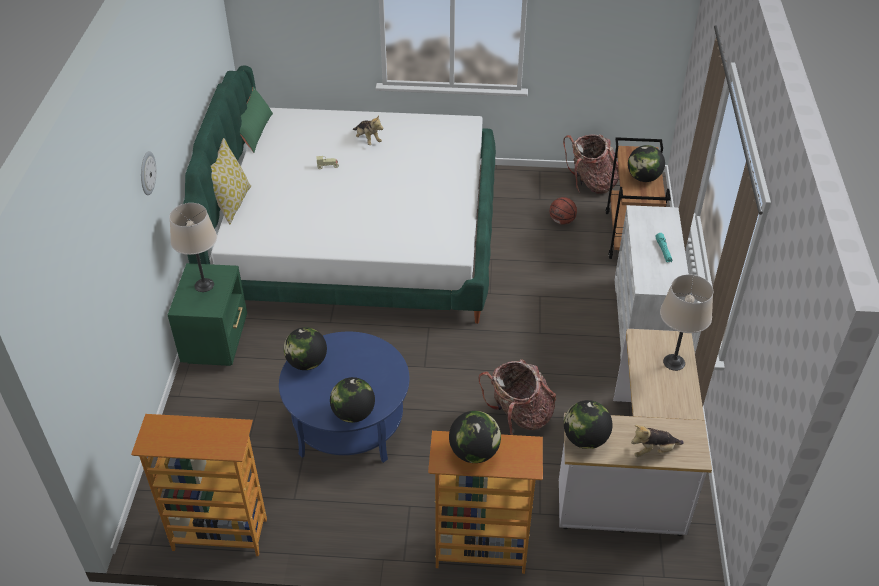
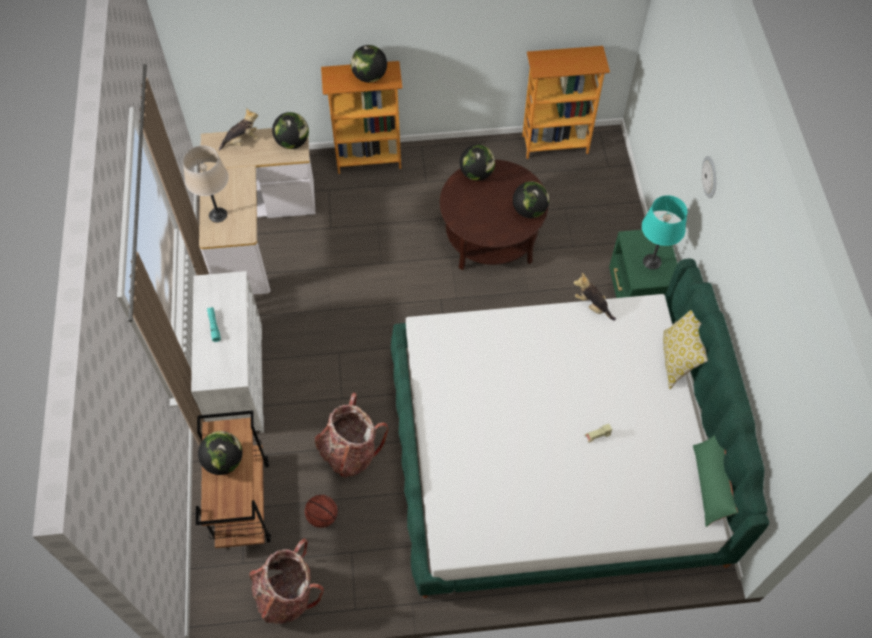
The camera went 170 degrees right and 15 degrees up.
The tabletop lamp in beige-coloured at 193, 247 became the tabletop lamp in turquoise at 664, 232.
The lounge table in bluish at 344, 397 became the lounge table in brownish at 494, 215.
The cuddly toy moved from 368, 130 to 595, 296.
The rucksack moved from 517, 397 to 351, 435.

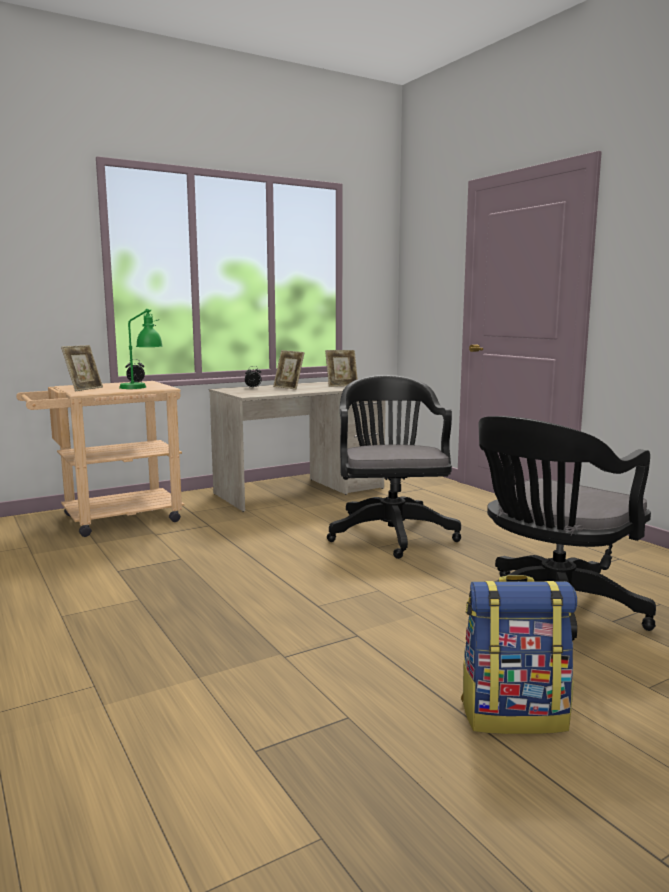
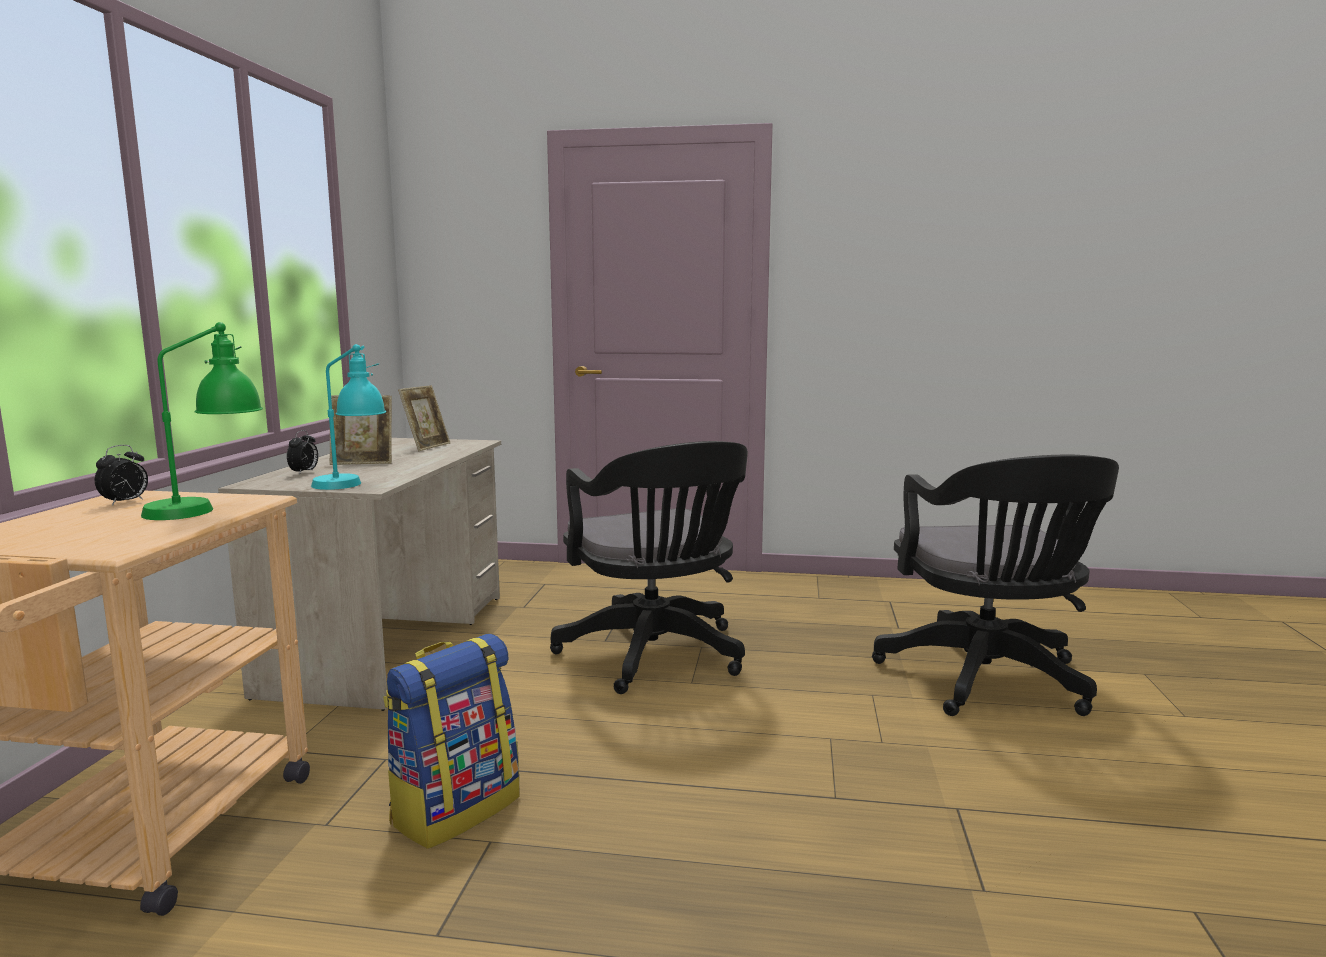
The camera went 50 degrees left and 0 degrees up.
The picture frame at 82, 368 disappeared.
The office chair in black at 394, 467 turned 150 degrees counterclockwise.
The rucksack moved from 519, 654 to 451, 741.
The tabletop lamp in turquoise at 348, 417 appeared.

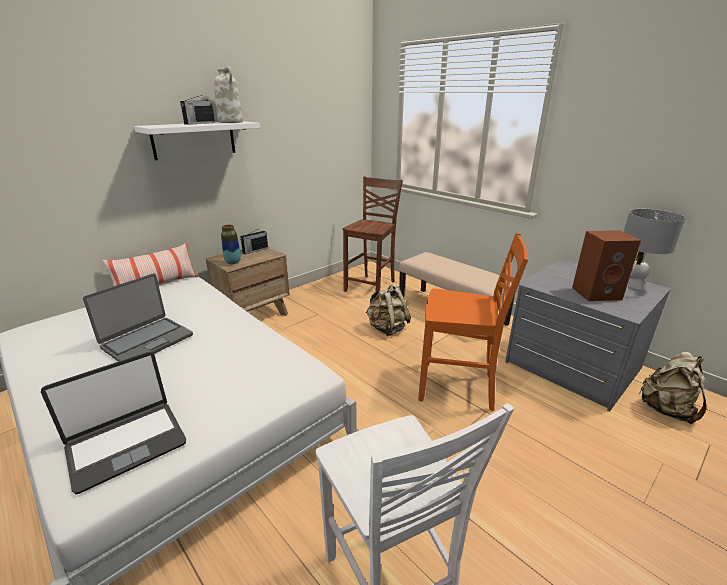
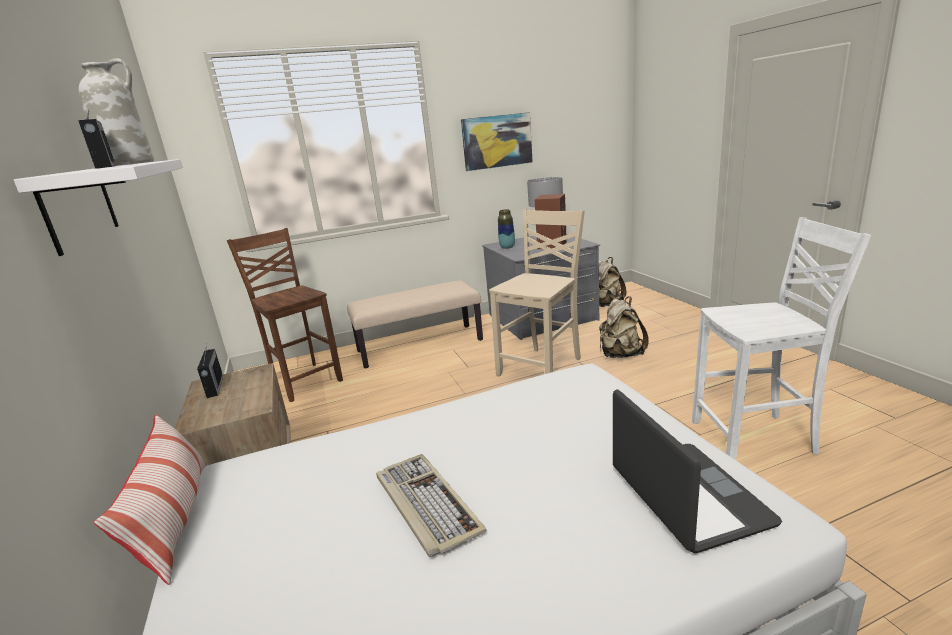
The camera went 65 degrees left and 5 degrees down.
The laptop at 138, 318 was replaced by the computer keyboard at 431, 505.
The decorative vase moved from 231, 244 to 506, 229.
The rucksack in beige-coloured moved from 388, 310 to 624, 327.
The upright chair in orange at 473, 322 became the upright chair in beige-coloured at 537, 292.
The wall picture at 497, 141 appeared.

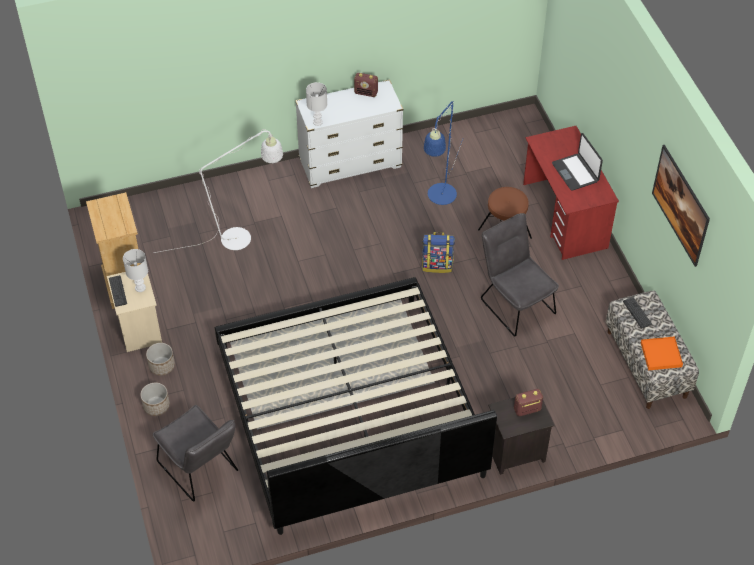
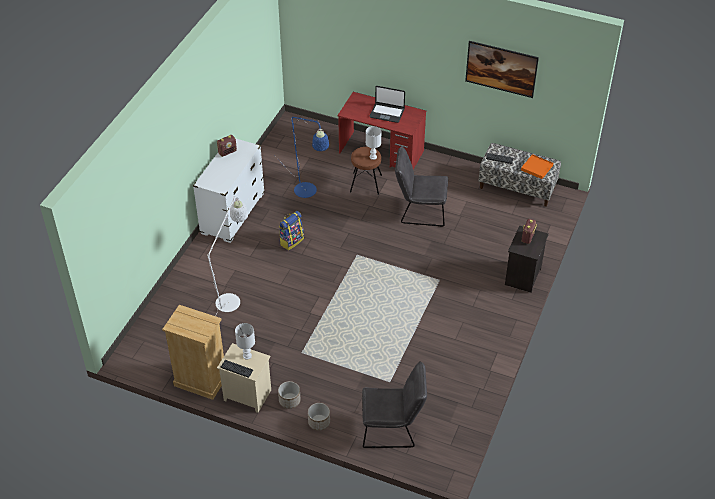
The camera went 50 degrees left and 5 degrees down.
The sleeping bed at 356, 406 disappeared.
The tabletop lamp in whitish moved from 316, 104 to 373, 143.
The rucksack moved from 438, 252 to 291, 230.

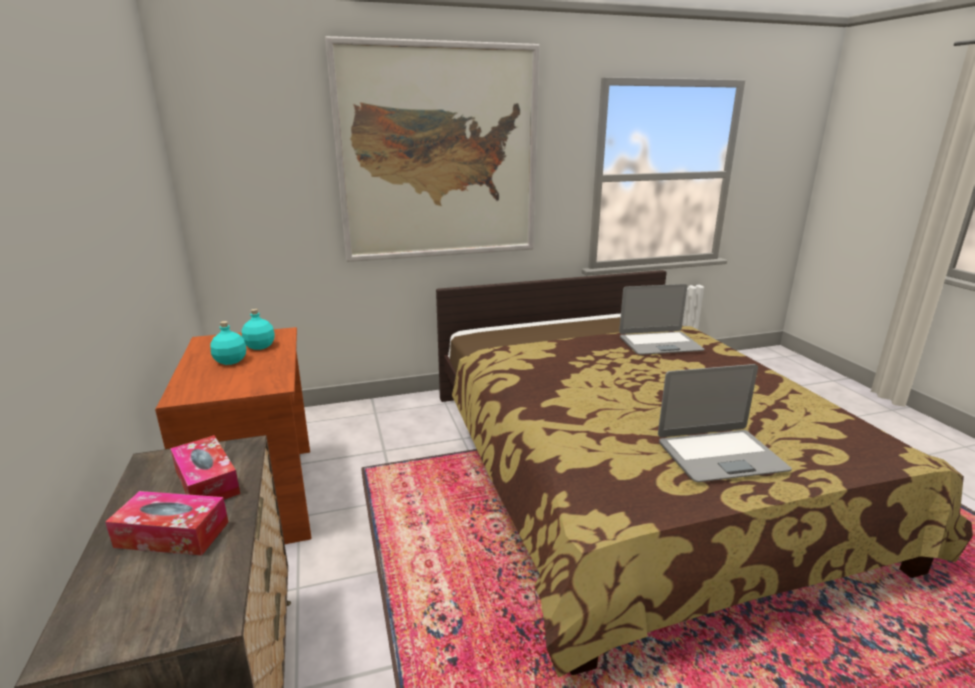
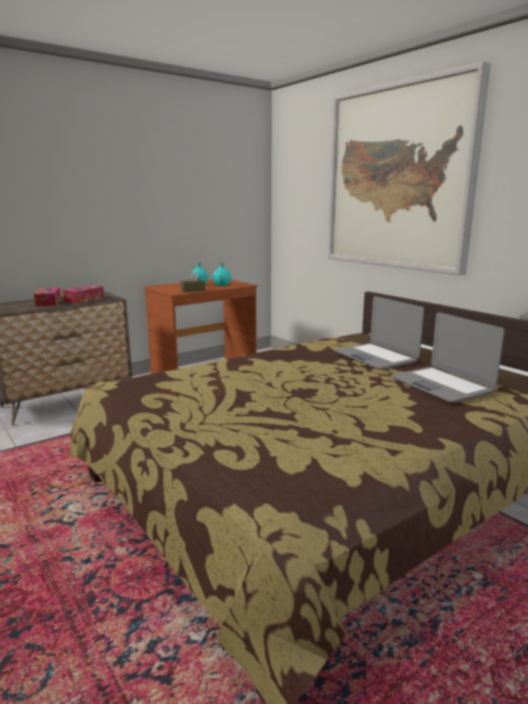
The camera went 70 degrees right and 5 degrees down.
The laptop moved from 725, 423 to 379, 332.
The tissue holder in brownish at 192, 282 appeared.

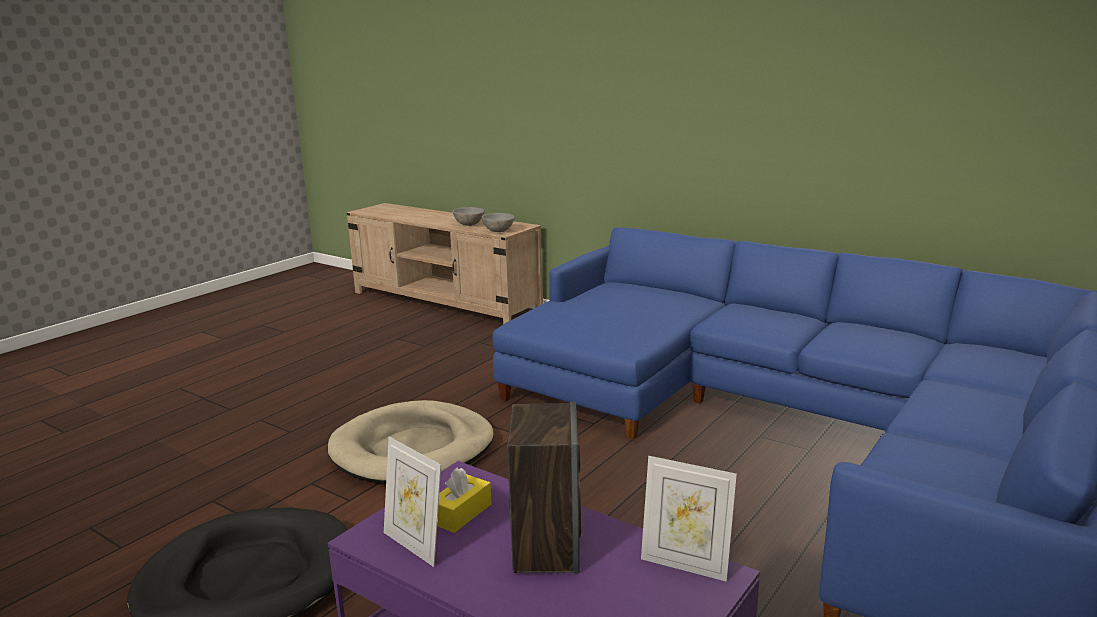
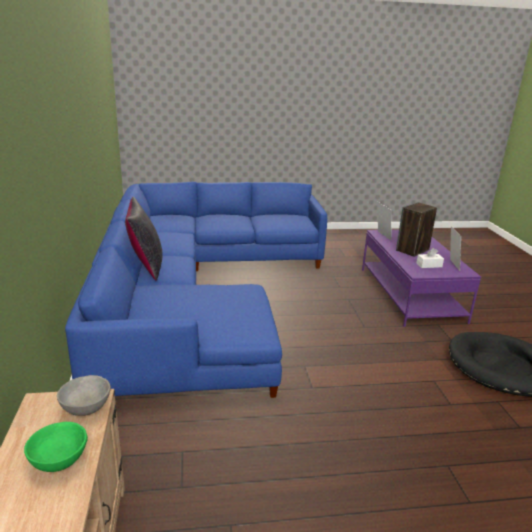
The camera went 135 degrees left and 5 degrees up.
The dog cushion in beige-coloured at 411, 442 disappeared.
The tissue holder in yellowish at 464, 500 became the tissue holder in whitish at 430, 258.
The deep dish in greyish at 468, 216 became the deep dish in greenish at 56, 447.
The cushion in black at 144, 239 appeared.

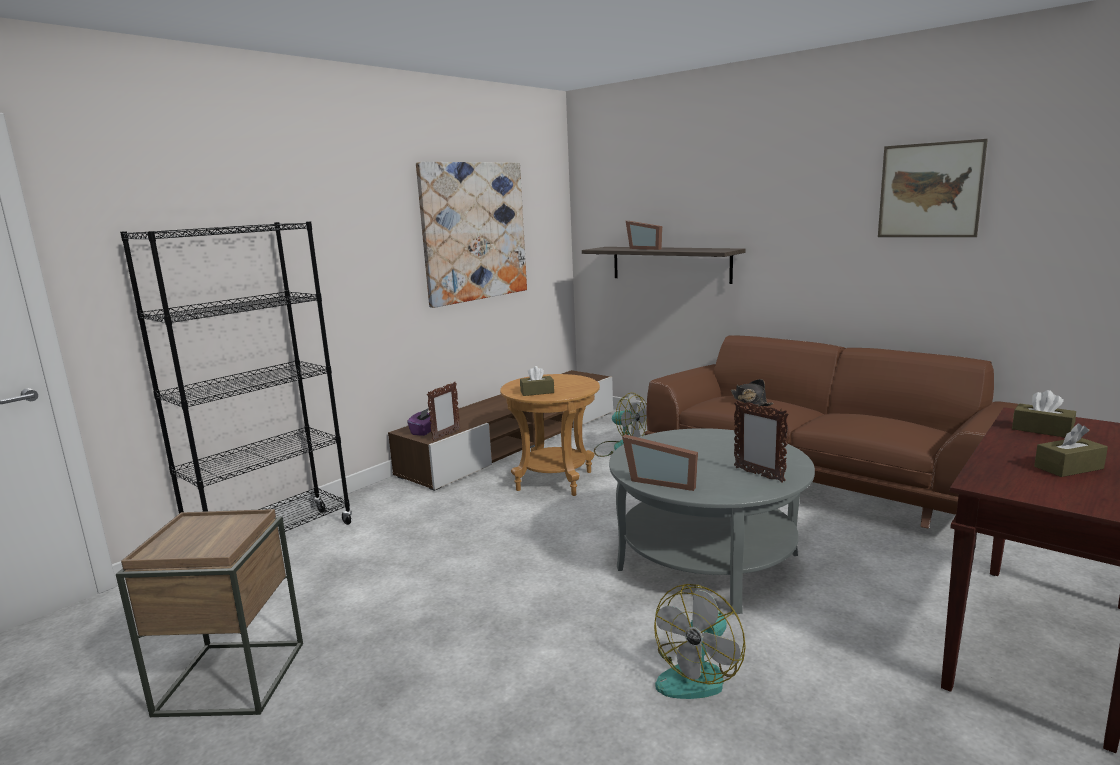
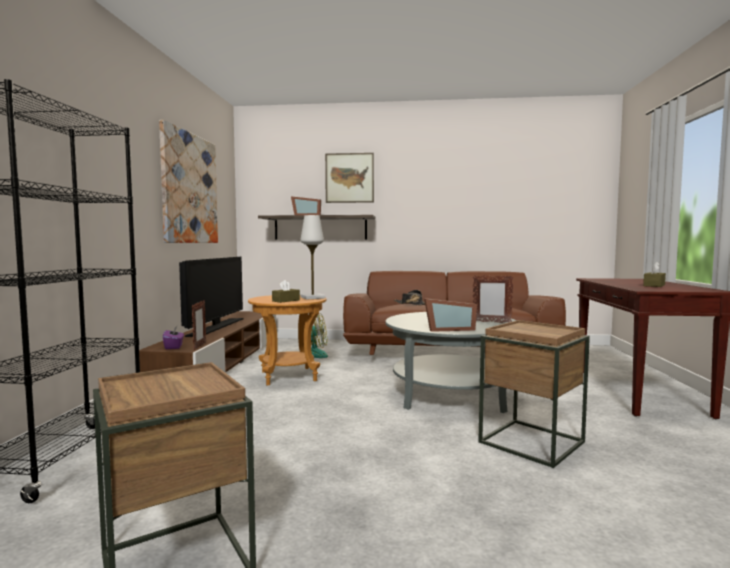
The camera went 35 degrees left and 10 degrees down.
The electric fan at 700, 641 was replaced by the end table in brownish at 534, 394.
The wall picture moved from 933, 188 to 349, 178.
The tissue holder in brownish at 1044, 413 disappeared.
The TV at 211, 297 appeared.
The tabletop lamp in whitish at 312, 257 appeared.

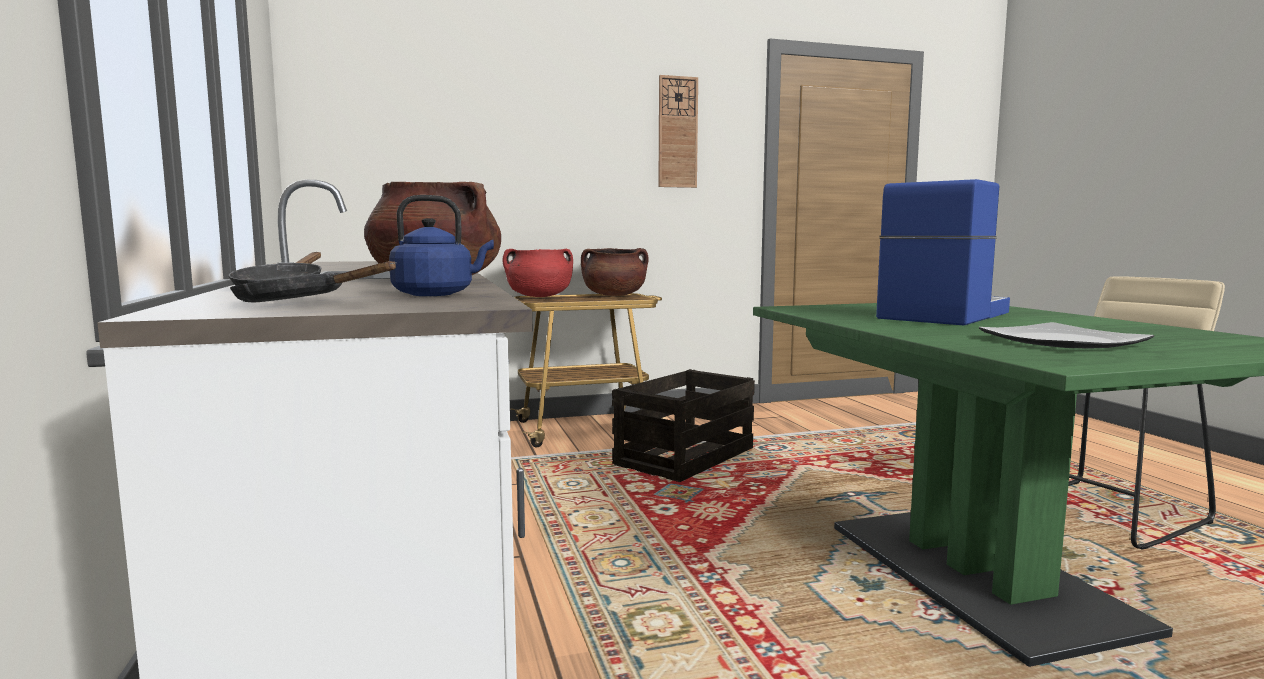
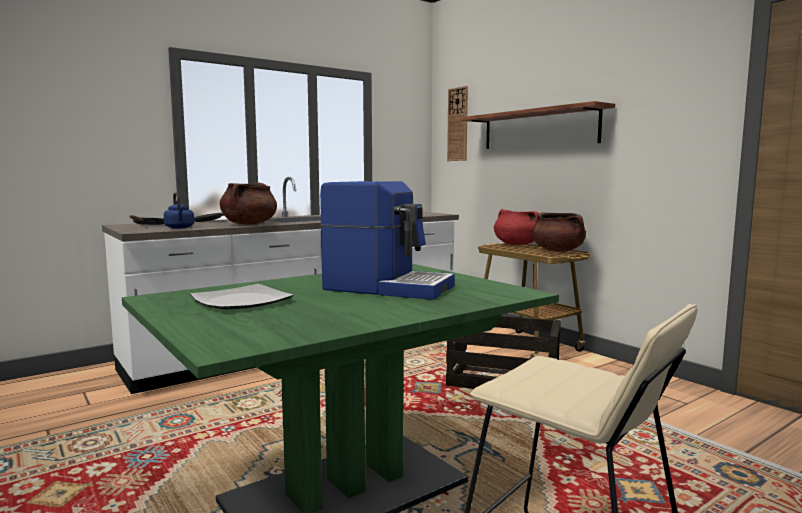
The camera went 70 degrees right and 0 degrees up.
The clock on the wall moved from 678, 131 to 457, 123.
The wall shelf at 537, 125 appeared.

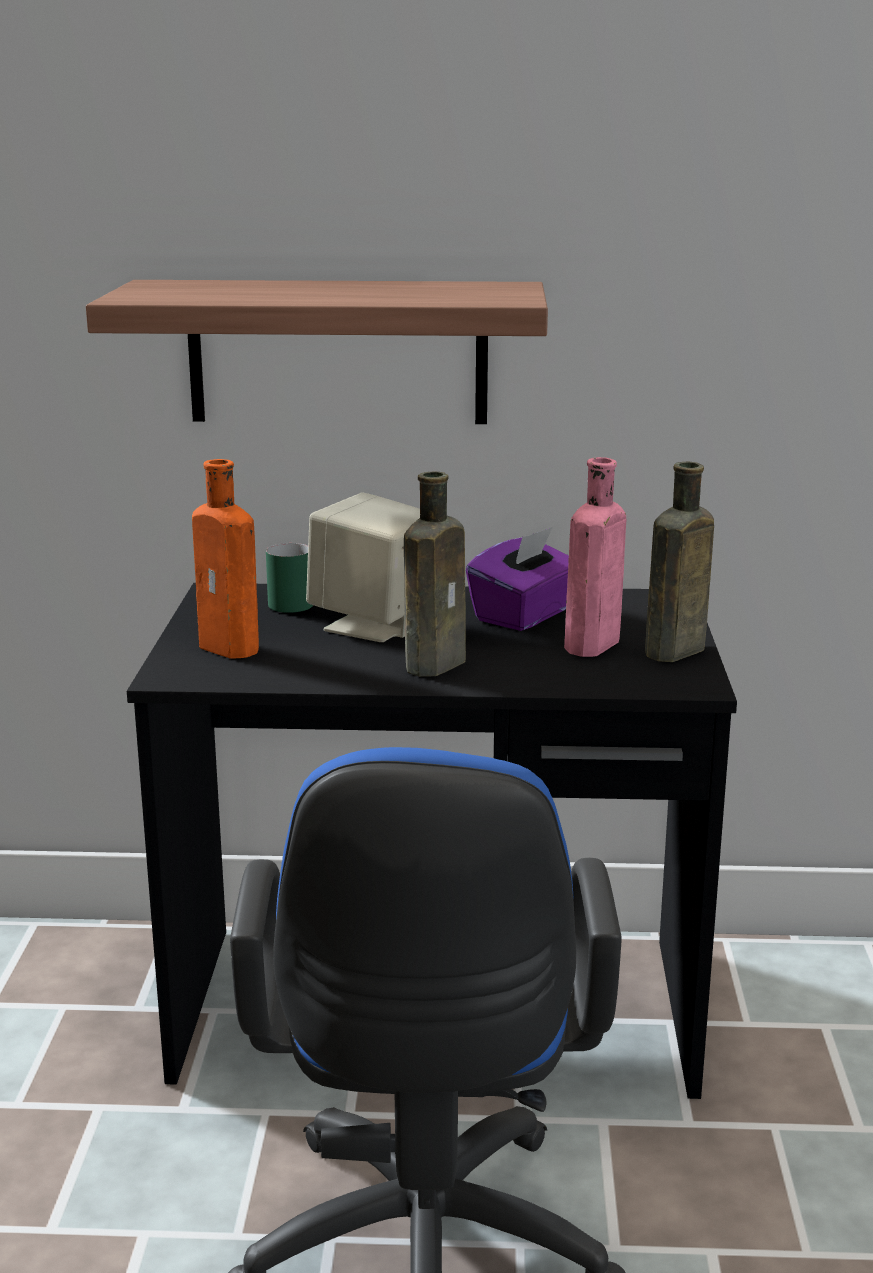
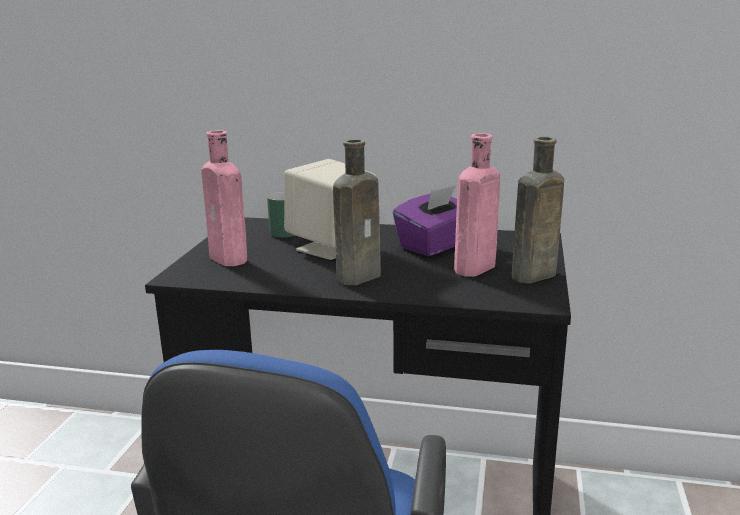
The camera went 10 degrees right and 0 degrees up.
The wall shelf at 317, 352 disappeared.
The beverage bottle in orange at 225, 559 became the beverage bottle in pink at 224, 198.

